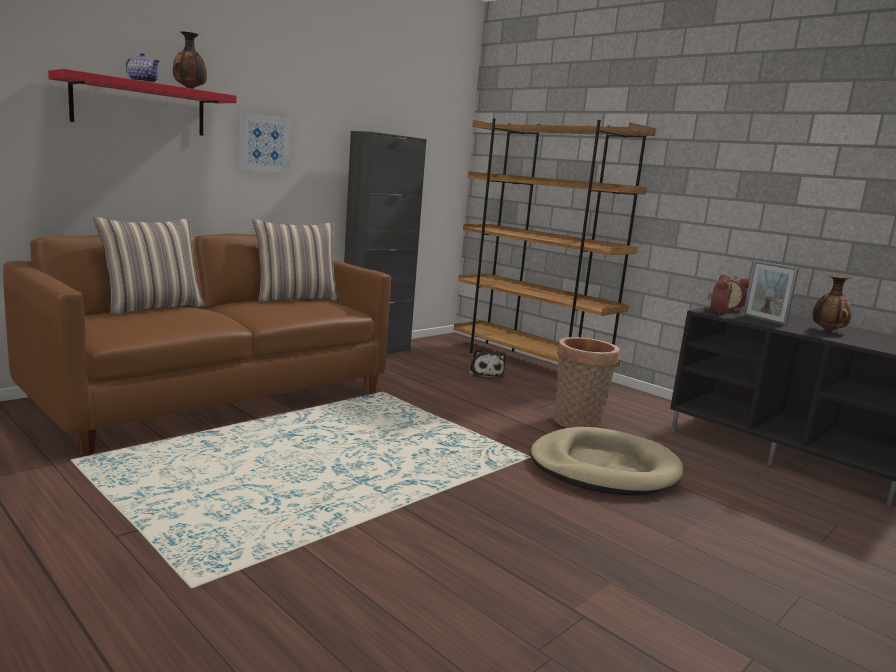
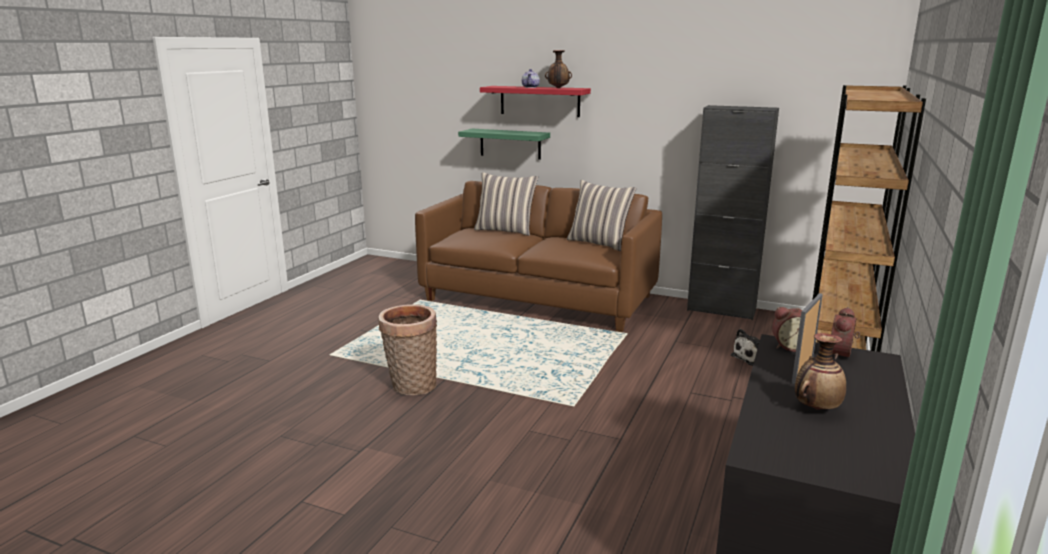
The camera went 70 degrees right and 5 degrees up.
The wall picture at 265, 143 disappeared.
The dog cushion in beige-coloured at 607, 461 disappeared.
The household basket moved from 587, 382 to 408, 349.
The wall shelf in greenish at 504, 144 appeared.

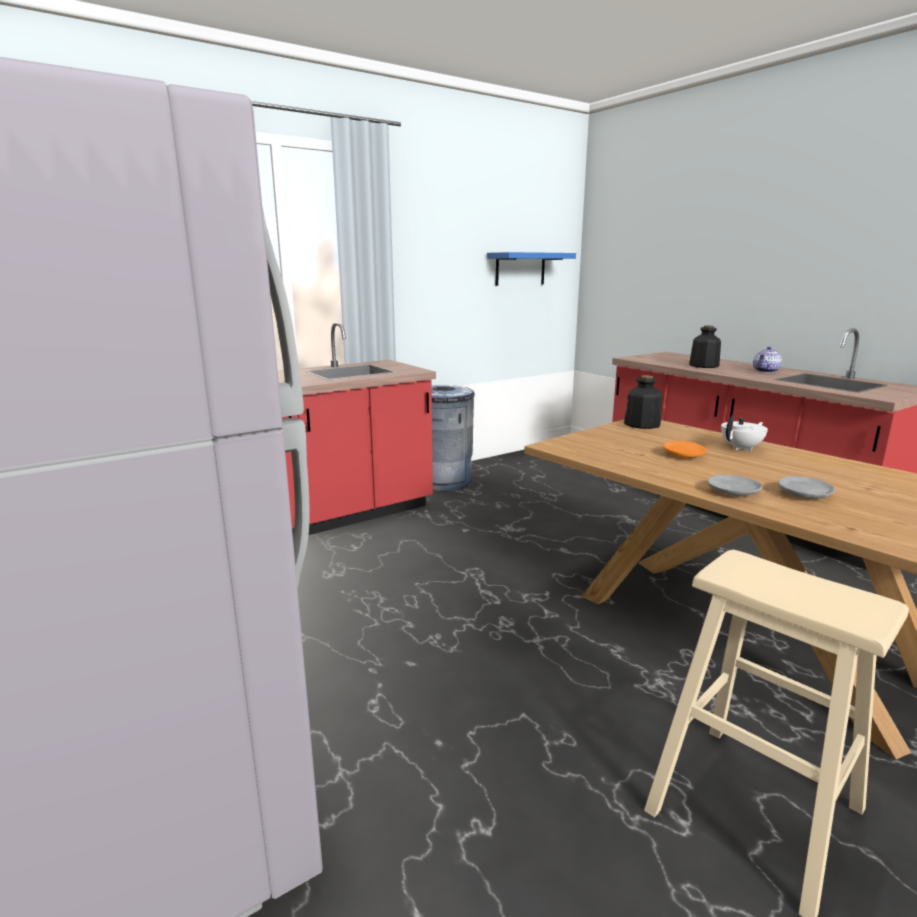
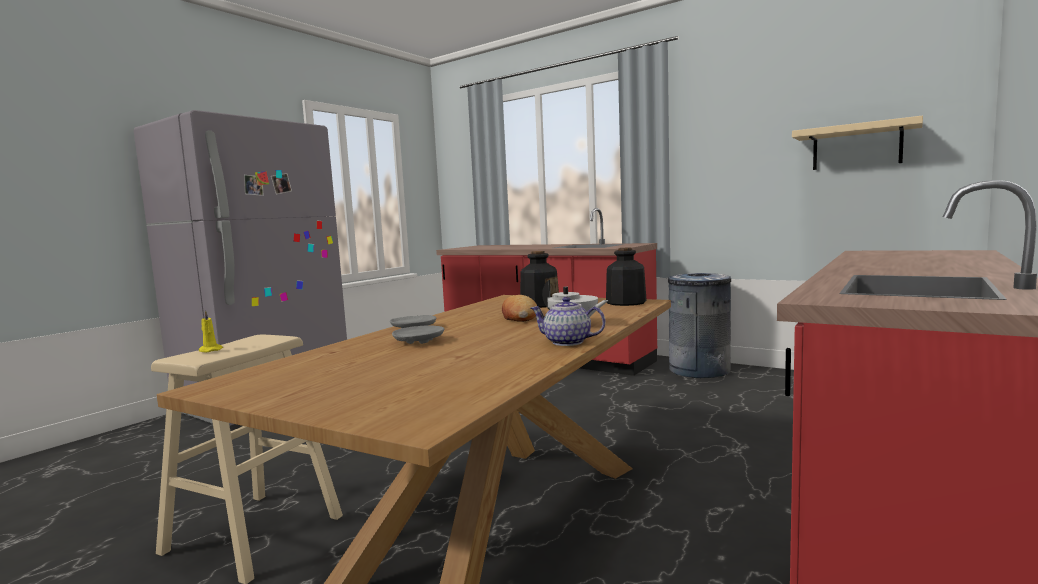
The camera went 70 degrees right and 10 degrees down.
The wall shelf in bluish at 531, 269 became the wall shelf in beige-coloured at 857, 143.
The dinner plate in orange at 685, 450 was replaced by the baked bread at 519, 308.
The beverage bottle moved from 705, 347 to 539, 279.
The tea pot moved from 767, 359 to 568, 321.
The wax light in yellowish at 211, 331 appeared.

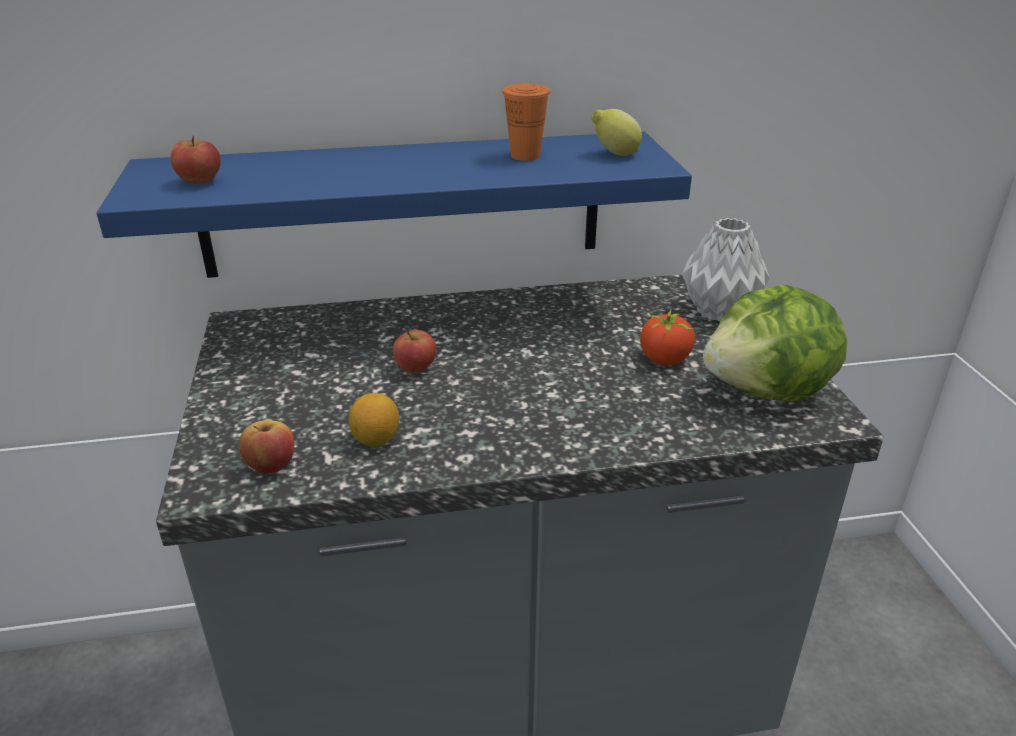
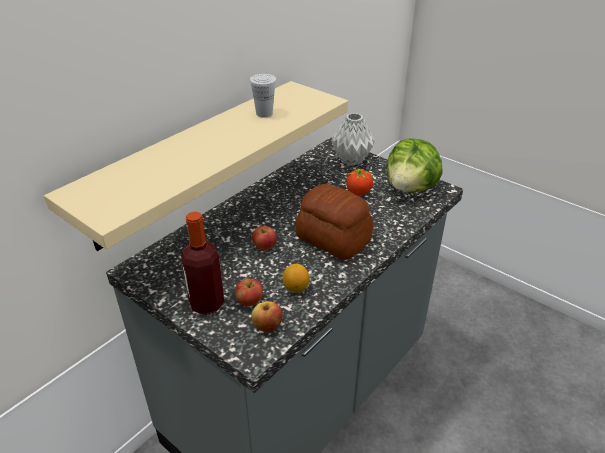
The camera went 40 degrees left and 5 degrees up.
The wall shelf in bluish at 394, 205 became the wall shelf in beige-coloured at 196, 166.
The whole apple moved from 195, 160 to 249, 292.
The small cup in orange at 526, 122 became the small cup in whitish at 262, 95.
The lemon at 617, 132 disappeared.
The beverage bottle at 202, 263 appeared.
The baked bread at 334, 222 appeared.

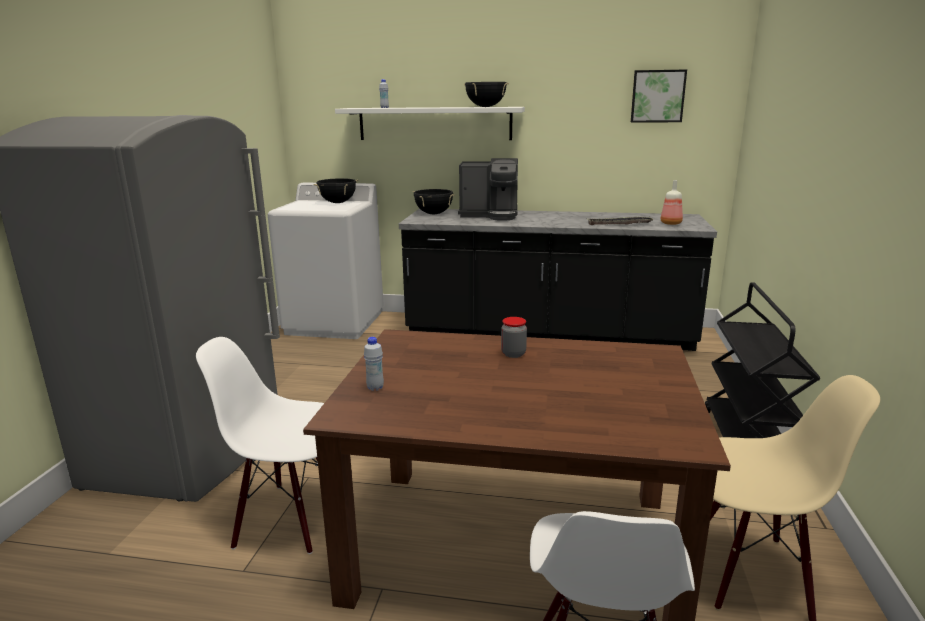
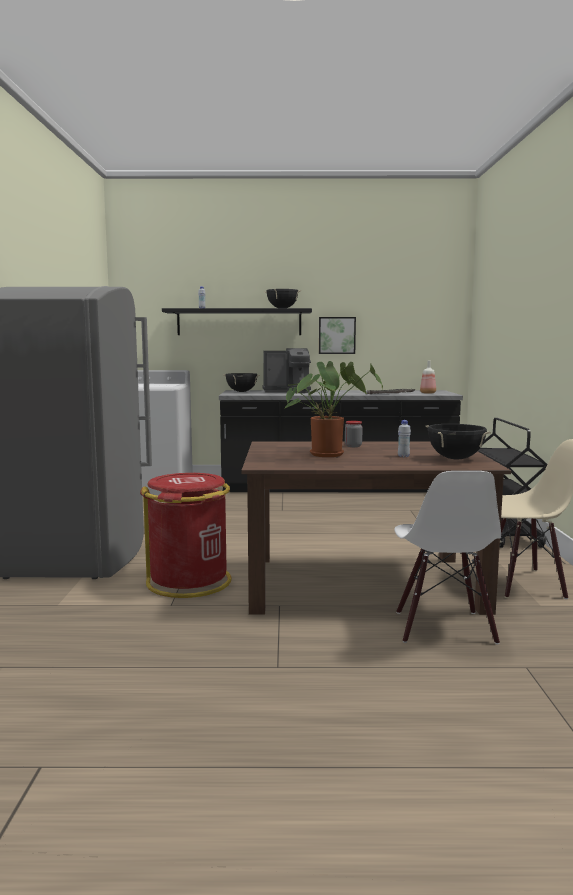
The camera went 10 degrees left and 10 degrees down.
The upright chair in whitish at 260, 445 was replaced by the rubbish bin in red-coloured at 185, 535.
The stockpot in black moved from 335, 190 to 458, 442.
The wall shelf in whitish at 430, 123 became the wall shelf in black at 237, 321.
The beverage bottle in whitish moved from 374, 364 to 404, 438.
The wall picture moved from 659, 95 to 337, 335.
The potted plant at 333, 409 appeared.

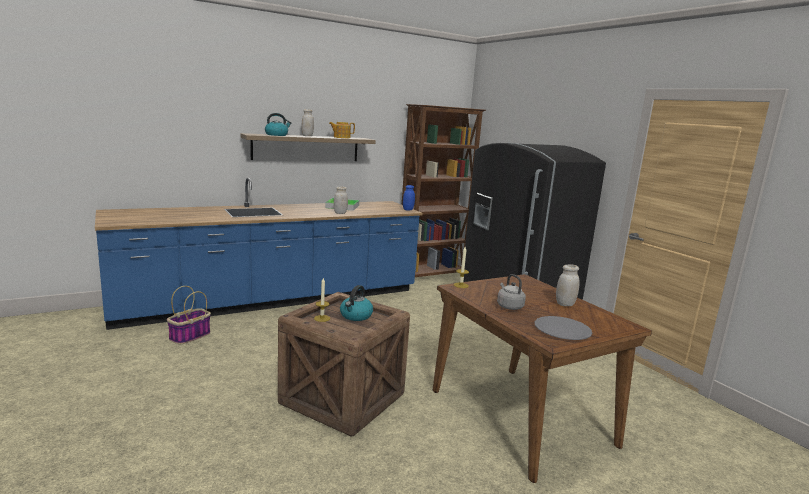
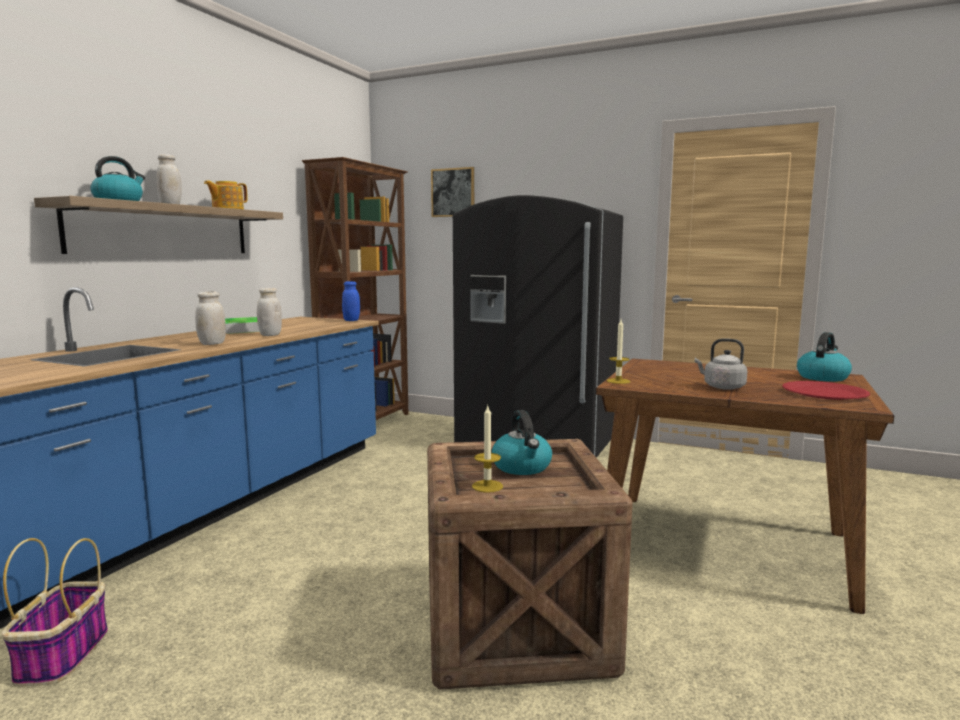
The camera went 35 degrees left and 5 degrees down.
The dinner plate in greyish at 563, 328 became the dinner plate in red-coloured at 826, 390.
The preserve jar in whitish moved from 568, 285 to 210, 318.
The wall picture at 452, 192 appeared.
The tea kettle at 824, 357 appeared.

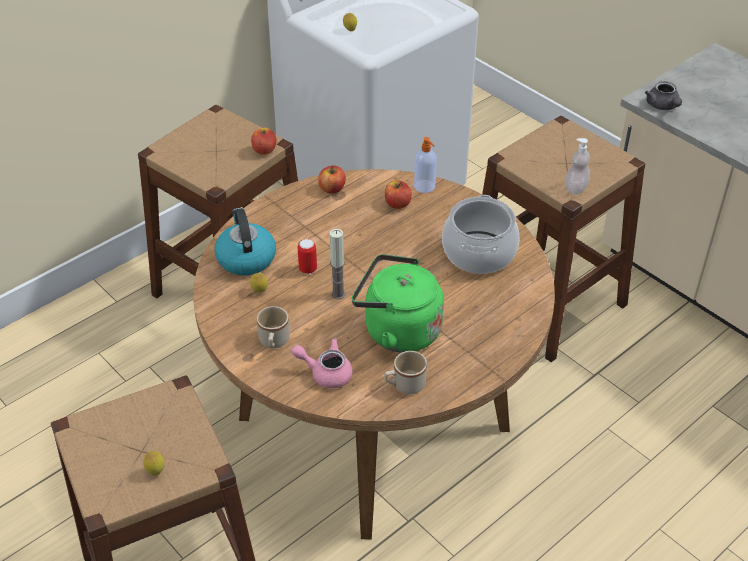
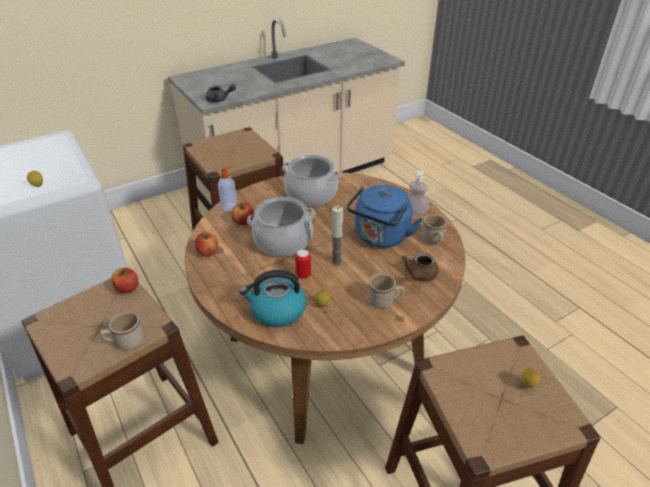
The camera went 80 degrees left and 5 degrees down.
The tea pot in pink at 322, 363 became the tea pot in brownish at 420, 267.
The tea kettle in greenish at 398, 303 became the tea kettle in bluish at 385, 216.
The soap dispenser moved from 577, 166 to 418, 192.
The mug in beige-coloured at 122, 331 appeared.
The stockpot at 281, 227 appeared.

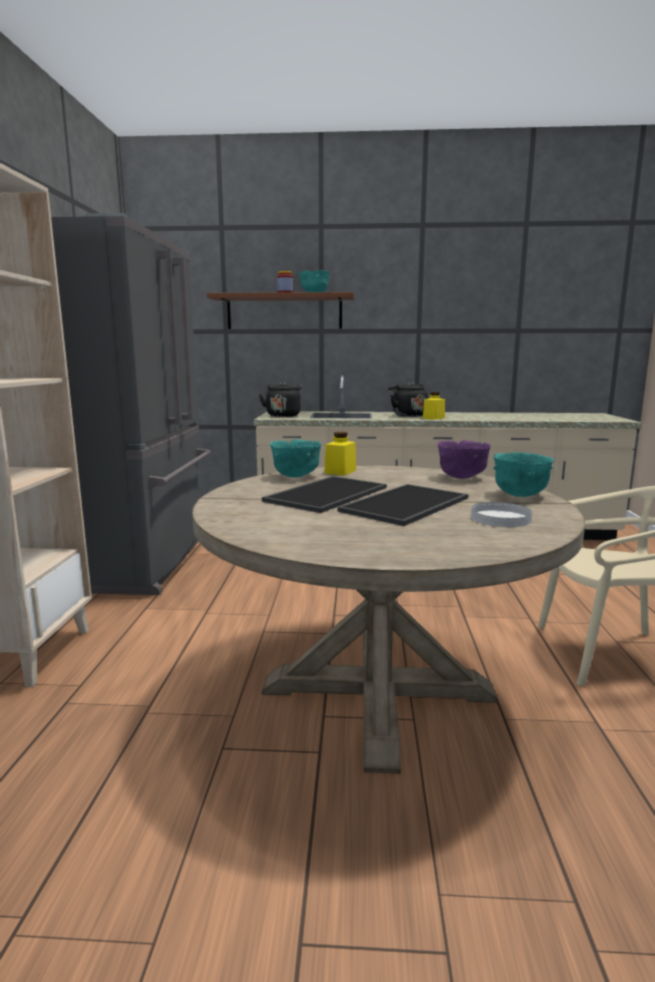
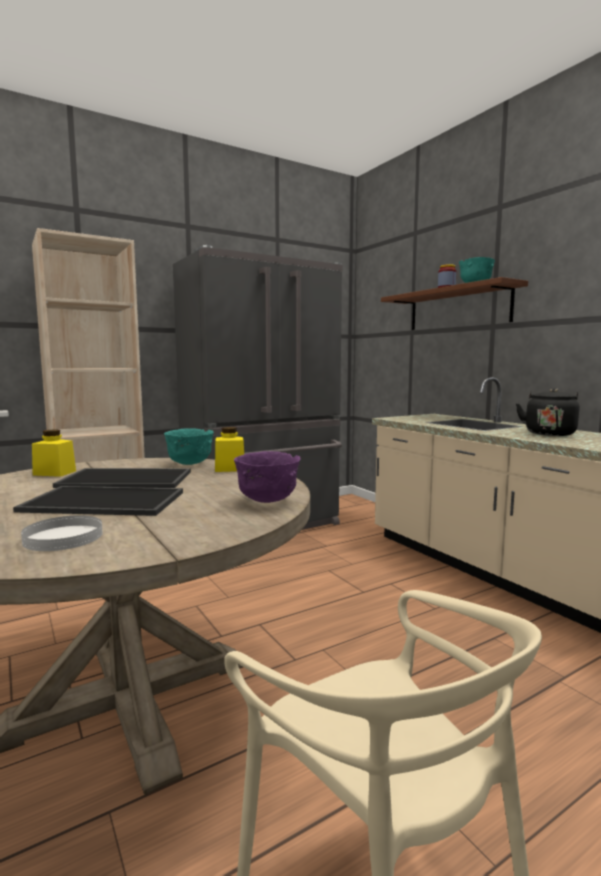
The camera went 55 degrees right and 5 degrees down.
The tea kettle in black at 280, 399 disappeared.
The preserve jar in yellowish moved from 434, 406 to 54, 453.
The deep dish in turquoise at 523, 474 disappeared.

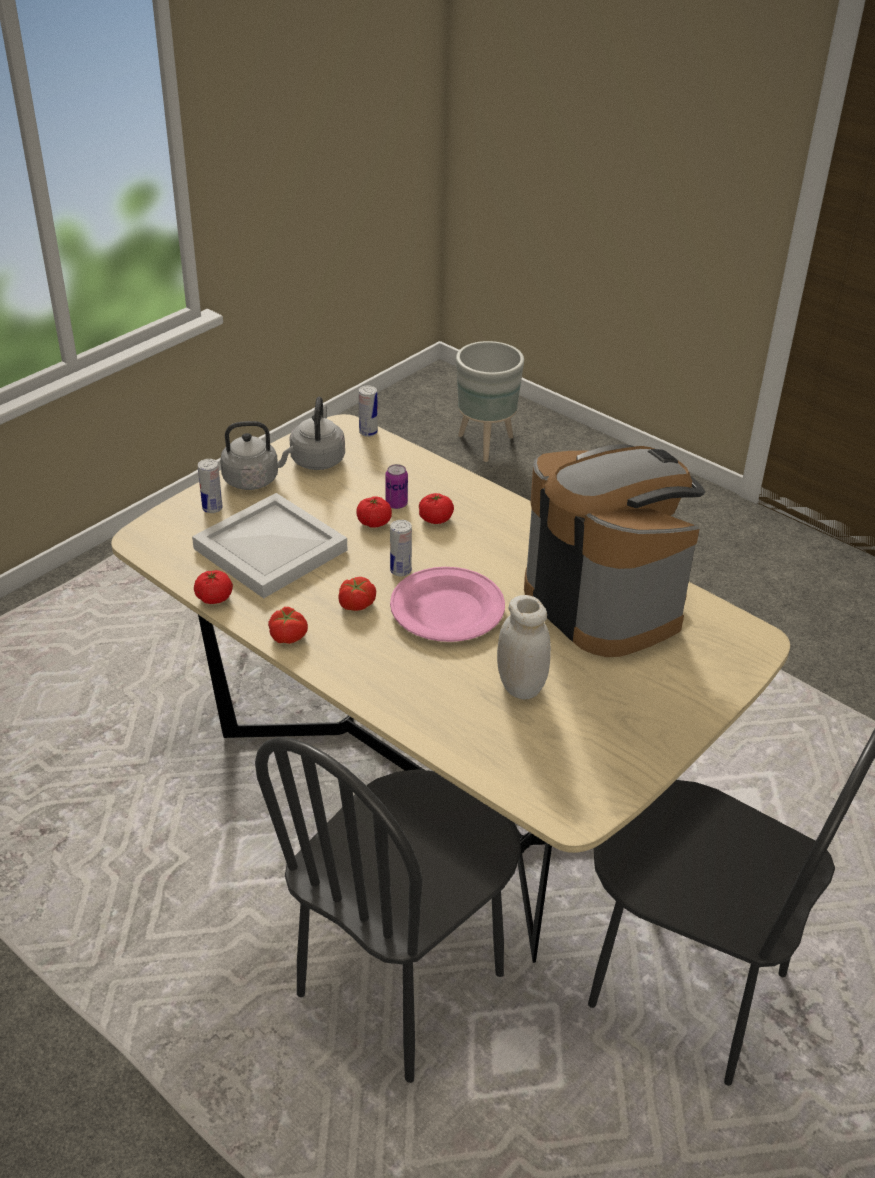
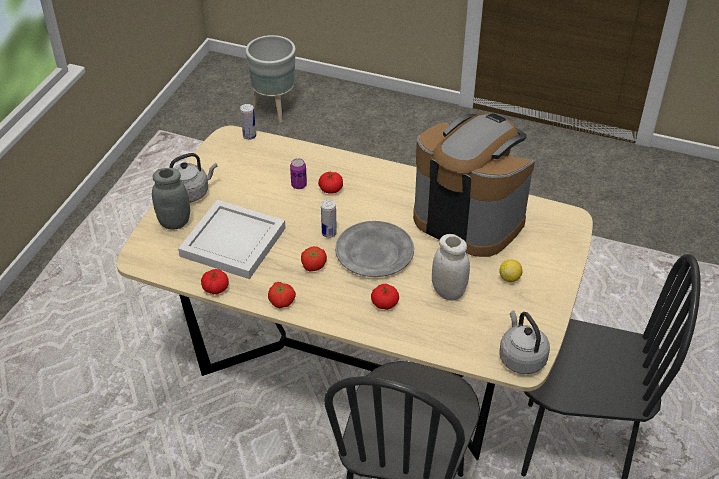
The camera went 20 degrees left and 5 degrees up.
The metal can at 210, 486 was replaced by the preserve jar in greyish at 171, 198.
The tea kettle in greyish moved from 317, 433 to 525, 342.
The tomato moved from 374, 512 to 385, 297.
The dinner plate in pink at 447, 604 became the dinner plate in greyish at 374, 249.
The lemon at 511, 270 appeared.

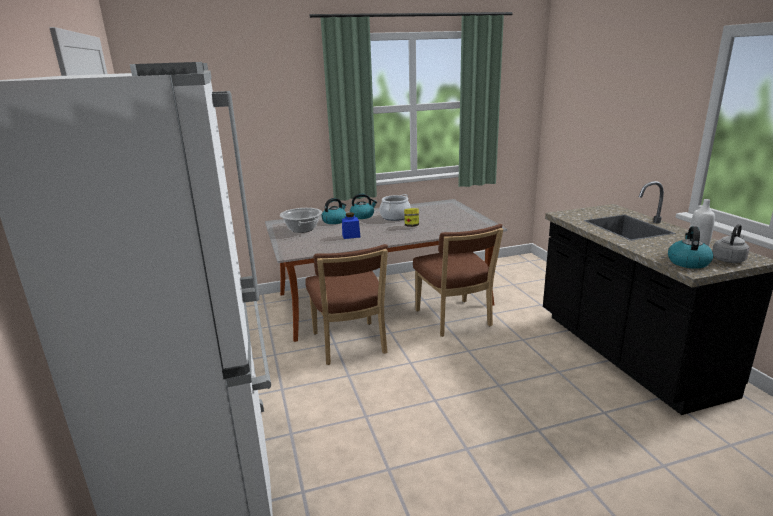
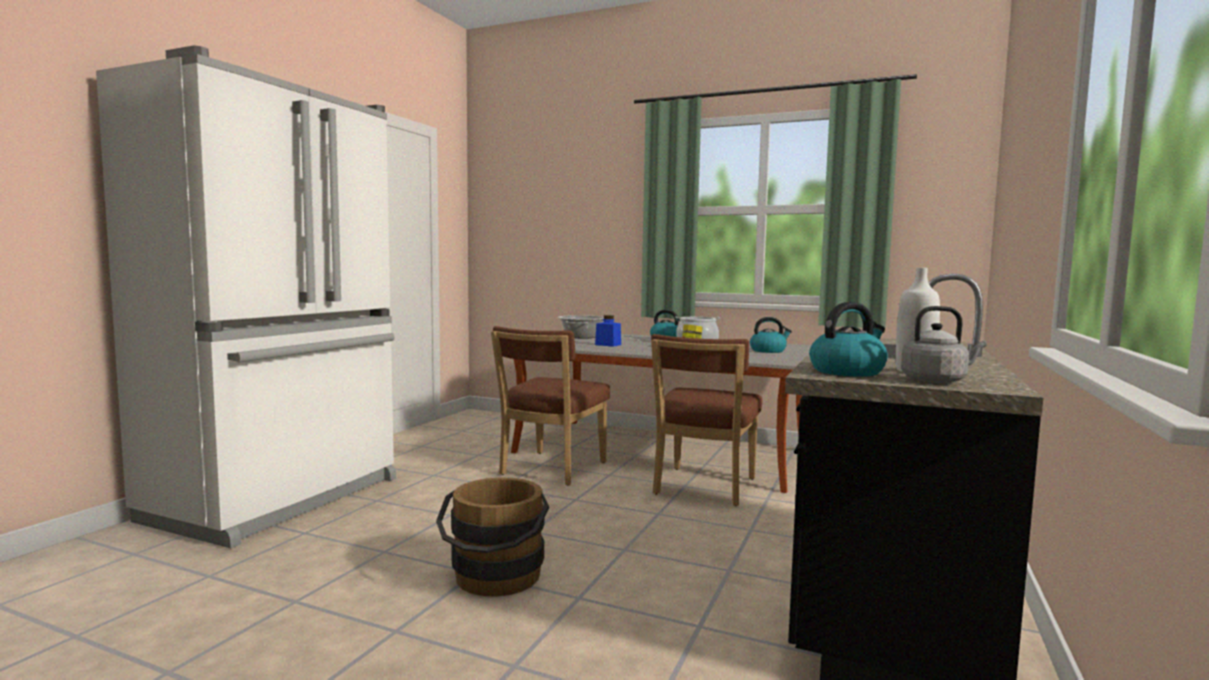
The camera went 40 degrees right and 15 degrees down.
The tea kettle moved from 334, 211 to 771, 335.
The bucket in brownish at 492, 537 appeared.

